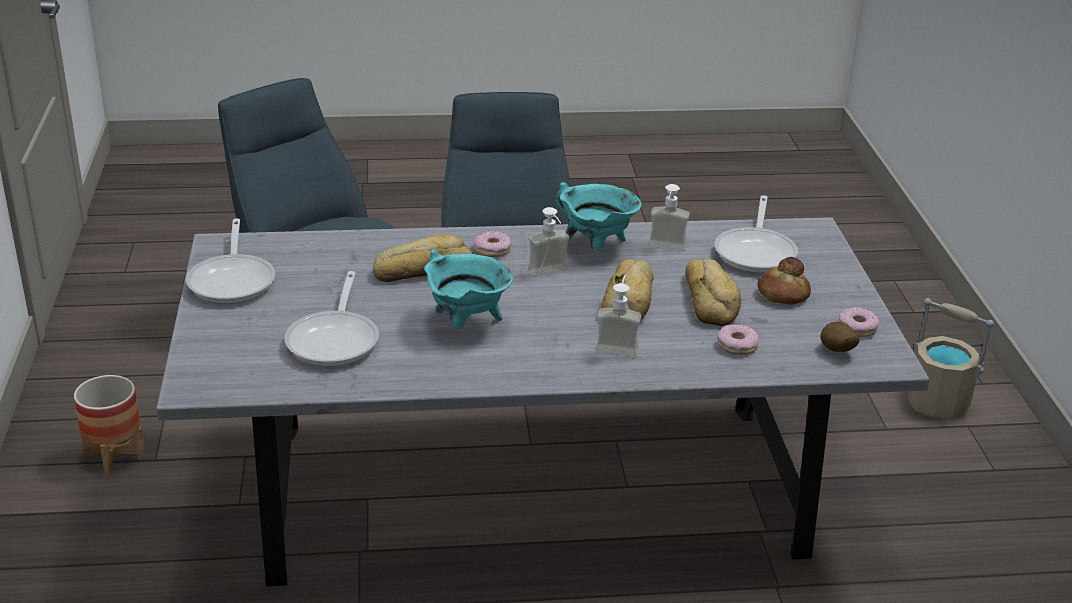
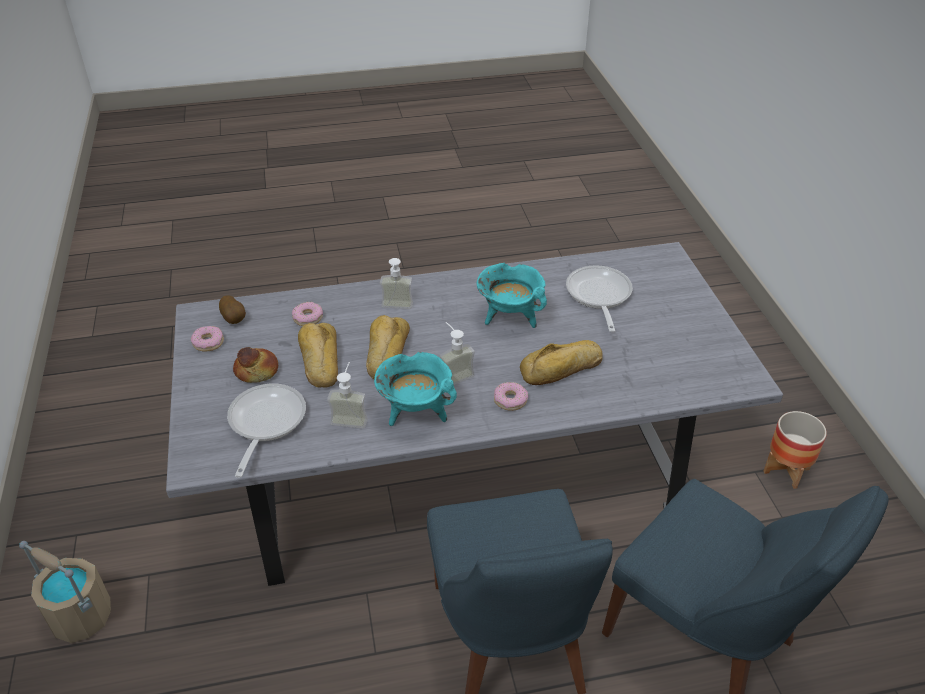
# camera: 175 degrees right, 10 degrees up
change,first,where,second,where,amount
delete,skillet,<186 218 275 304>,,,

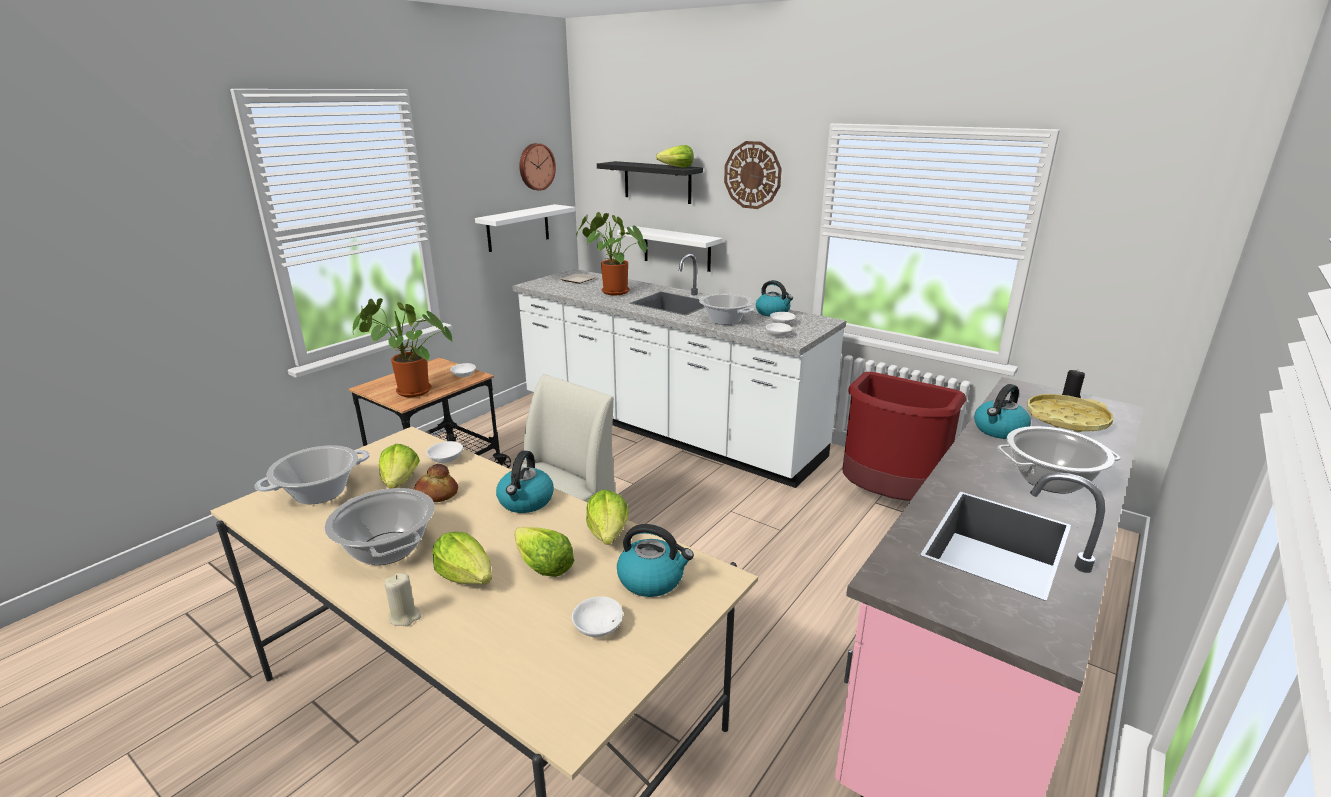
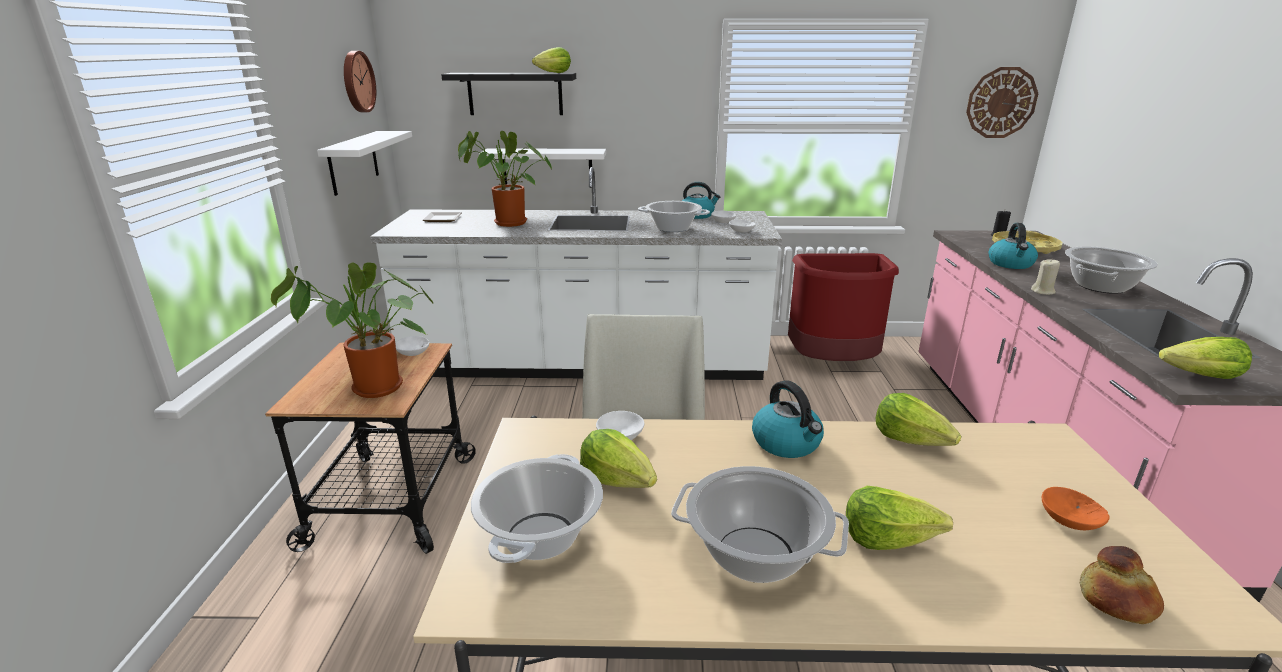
# camera: 35 degrees left, 0 degrees up
change,first,where,second,where,amount
move,wall clock,<724 141 782 209>,,<966 67 1038 138>,
move,sand-coloured wax candle,<385 573 421 626>,,<1031 259 1060 295>,
recolor,whitish serving bowl,<572 596 623 637>,orange-coloured serving bowl,<1042 487 1110 530>,
move,bakery bread,<414 464 458 502>,,<1080 546 1164 624>,
move,lettuce head,<514 527 574 577>,,<1159 337 1252 379>,
delete,water kettle,<617 524 694 597>,,,

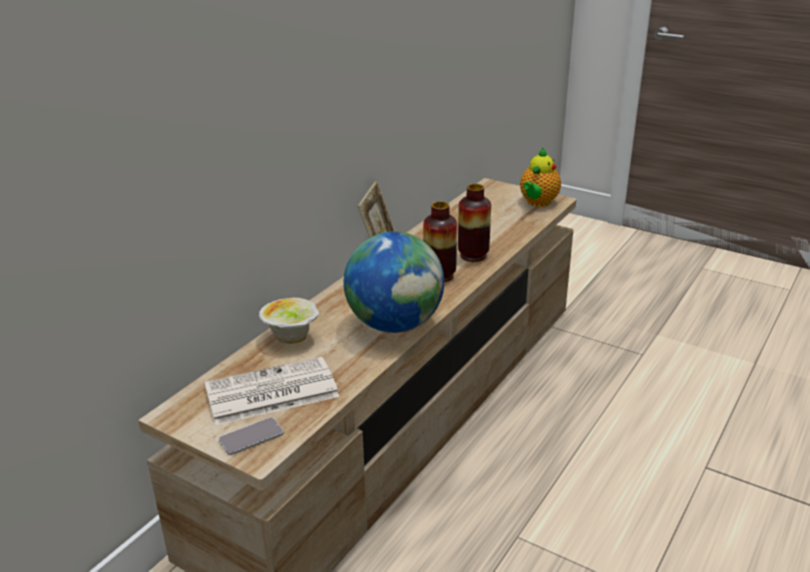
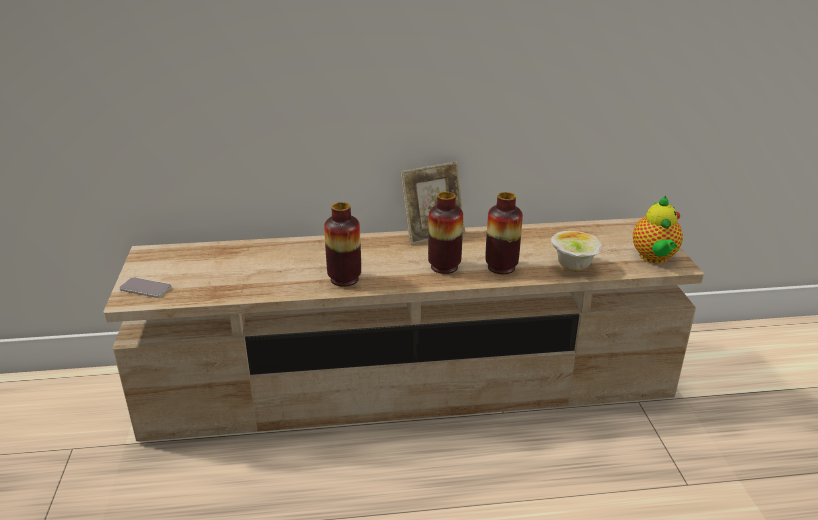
# camera: 50 degrees right, 0 degrees up
change,first,where,second,where,amount
replace,desk globe,<344 231 444 333>,vase,<324 202 361 287>,
move,serving bowl,<259 298 319 344>,,<551 231 602 272>,
rotate,tea pot,<520 147 561 207>,,<633 196 683 264>,75 degrees counterclockwise
delete,newspaper,<205 357 339 425>,,,

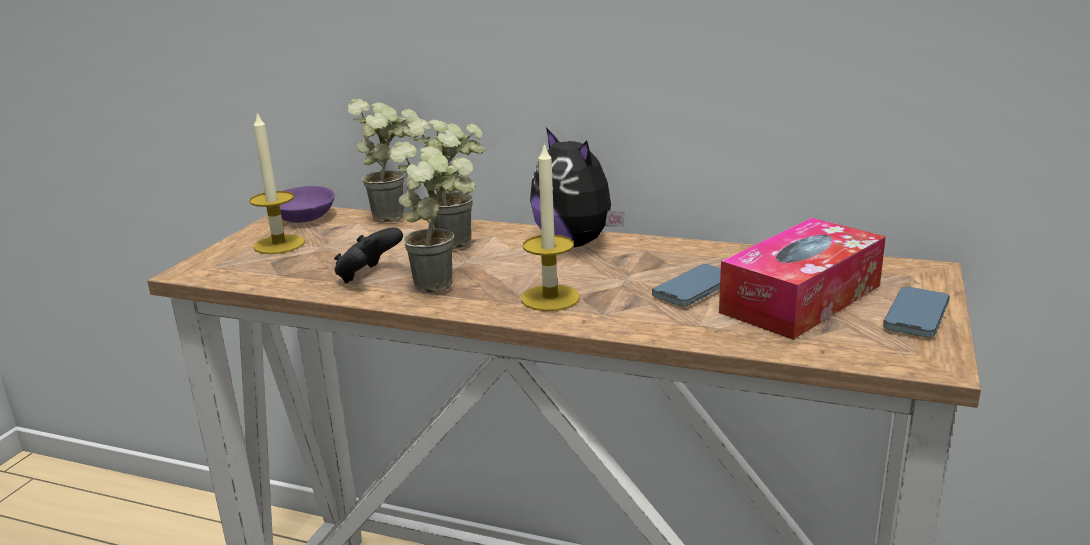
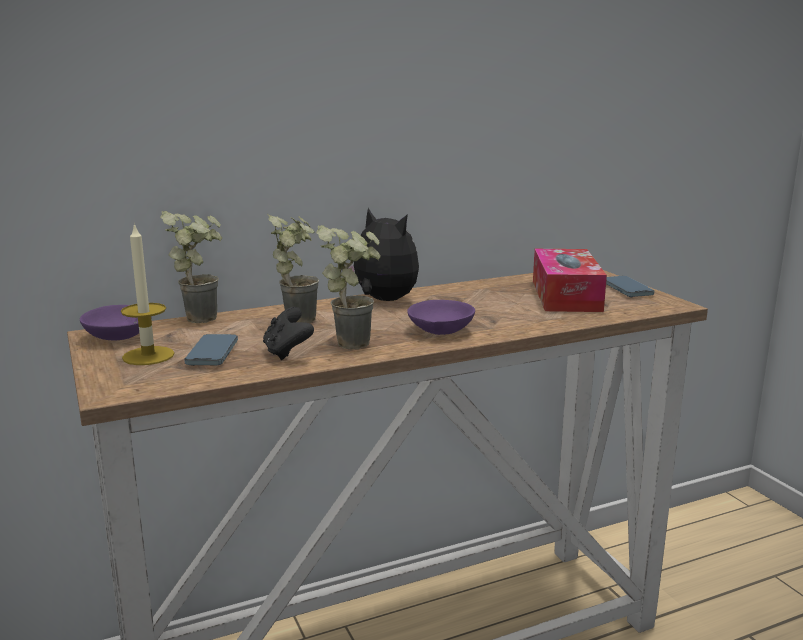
# camera: 45 degrees left, 5 degrees down
change,first,where,second,where,amount
move,handset,<652 264 721 306>,,<184 334 238 366>,
rotate,cuddly toy,<530 127 625 247>,,<344 208 419 301>,150 degrees counterclockwise
replace,wax candle,<521 142 580 311>,purple-coloured serving bowl,<407 300 475 335>,

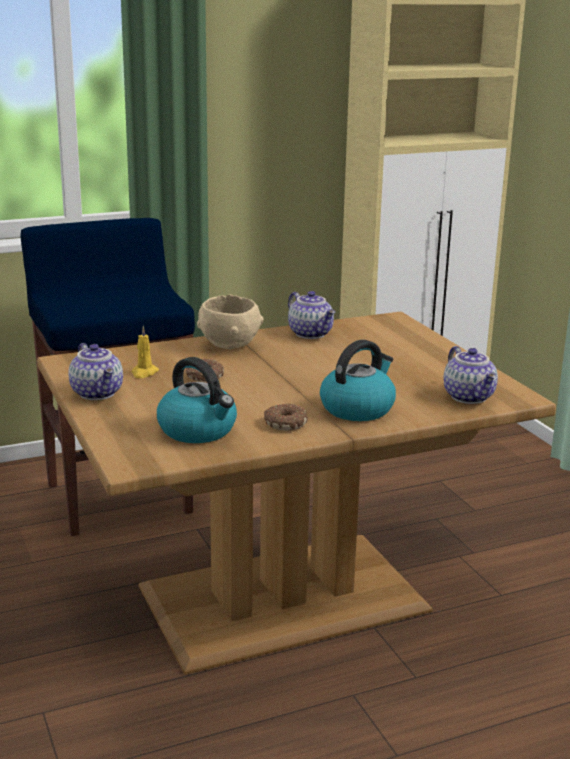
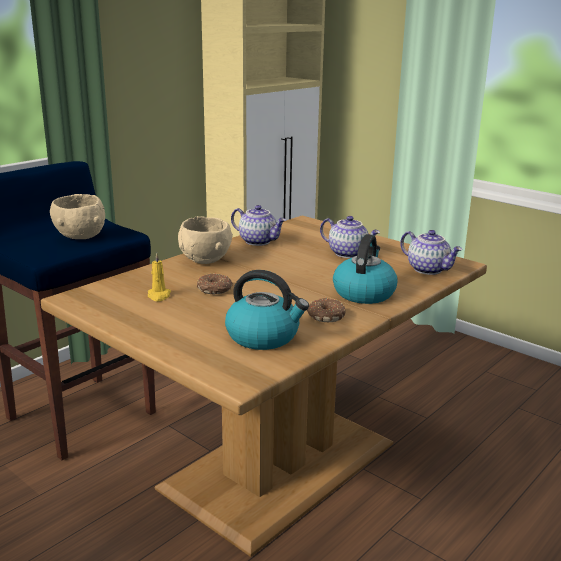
# camera: 25 degrees left, 0 degrees up
change,first,where,second,where,amount
insert,,,sand-coloured serving bowl,<50 194 105 239>,
move,tea pot,<69 343 123 400>,,<320 216 380 258>,

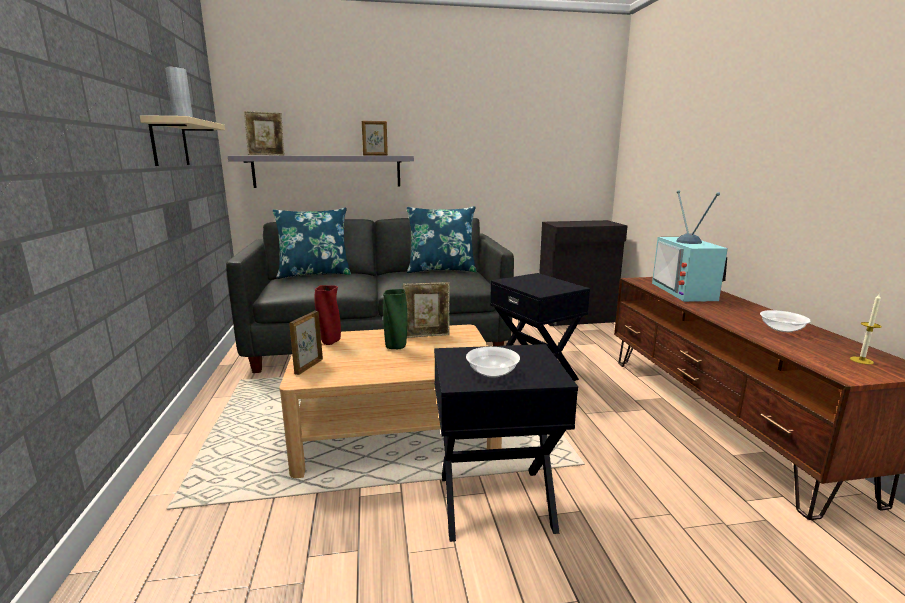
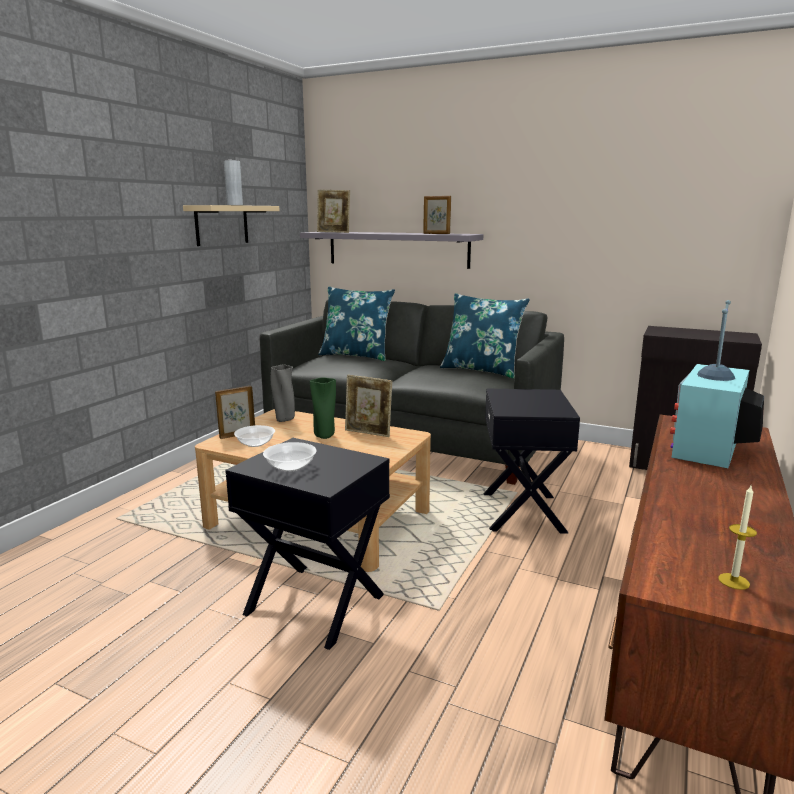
# camera: 35 degrees right, 0 degrees up
change,first,where,second,where,amount
move,serving bowl,<760 310 811 332>,,<234 425 275 447>,
recolor,red-coloured vase,<314 285 341 345>,gray vase,<271 365 295 422>,

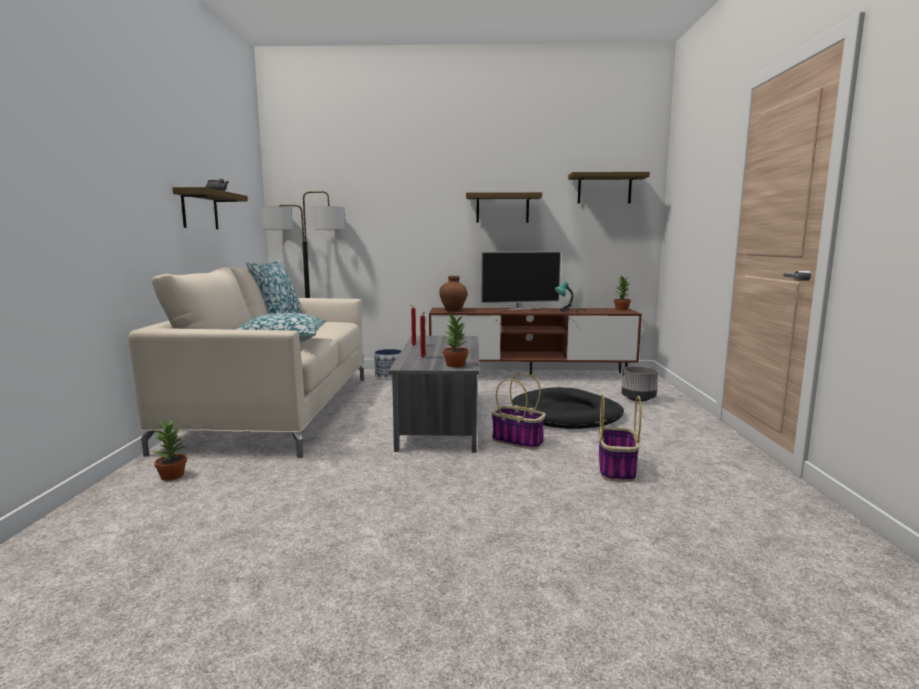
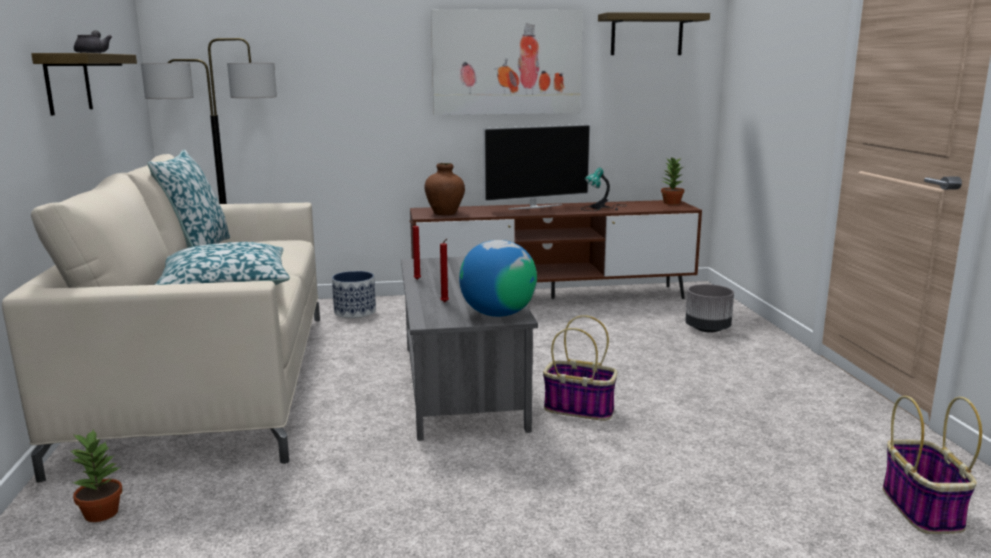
# camera: 10 degrees left, 5 degrees up
change,first,where,second,where,amount
replace,wall shelf,<466 192 542 223>,wall picture,<431 9 583 115>,
replace,plant in a pot,<443 313 468 367>,desk globe,<459 240 537 317>,
move,basket,<599 394 641 482>,,<883 396 982 534>,
delete,black pet bed,<512 387 624 429>,,,

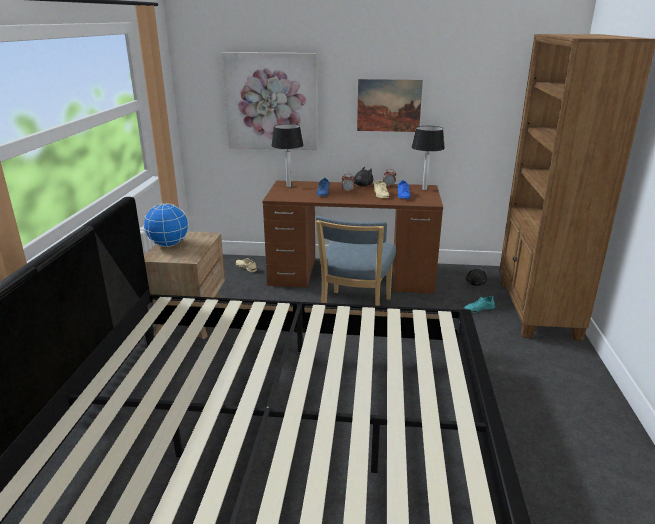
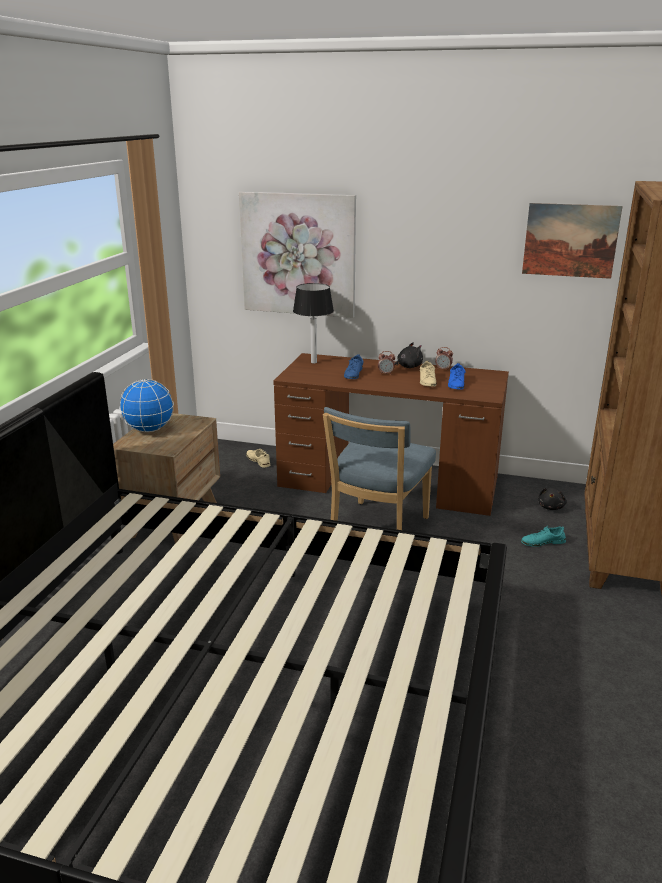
# camera: 10 degrees right, 0 degrees up
change,first,where,second,where,amount
move,wall picture,<357 79 423 132>,,<522 203 623 279>,
delete,tabletop lamp,<412 126 445 190>,,,

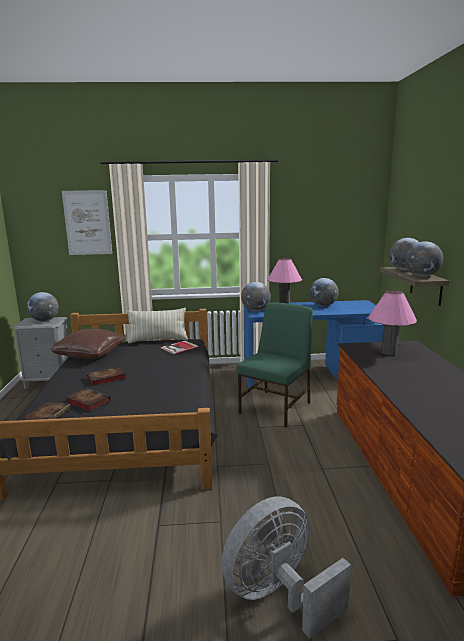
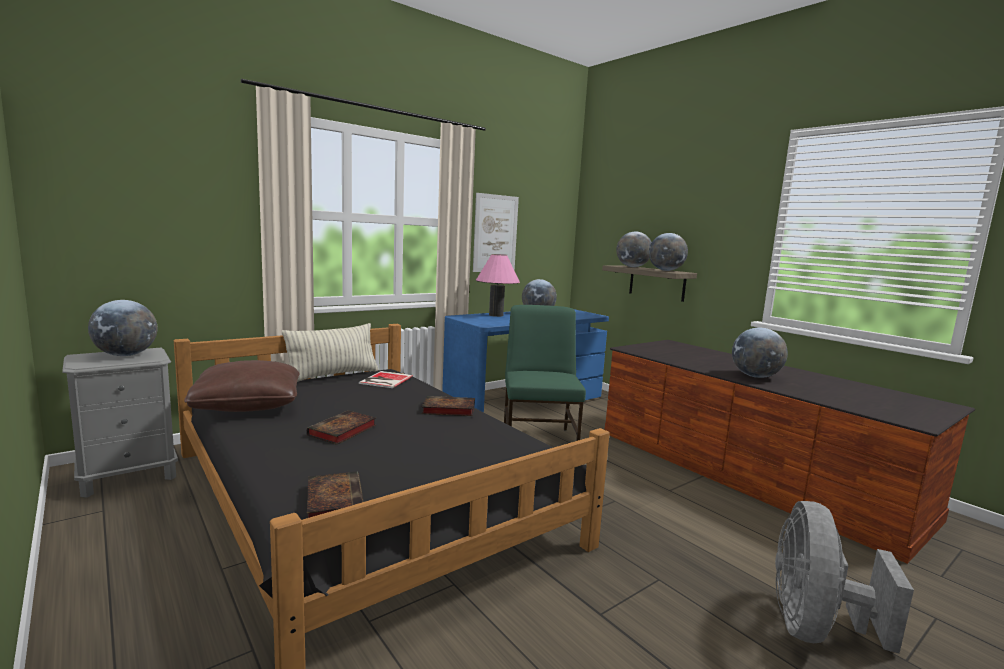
# camera: 35 degrees left, 5 degrees down
change,first,where,second,where,amount
move,volume,<65 388 110 411>,,<422 396 475 416>,
move,wall picture,<62 190 112 255>,,<473 193 519 272>,
move,desk globe,<241 282 271 311>,,<732 328 788 378>,
delete,pink tabletop lamp,<368 291 417 356>,,,

